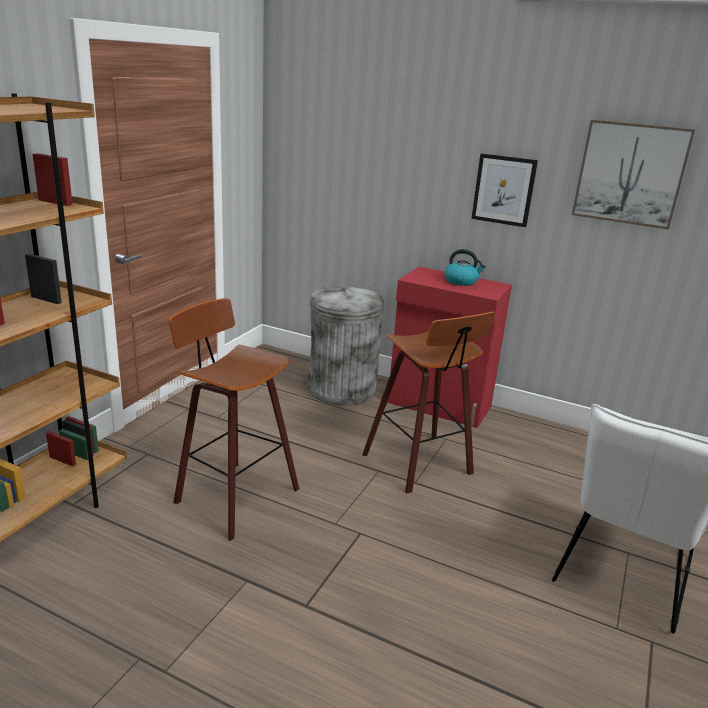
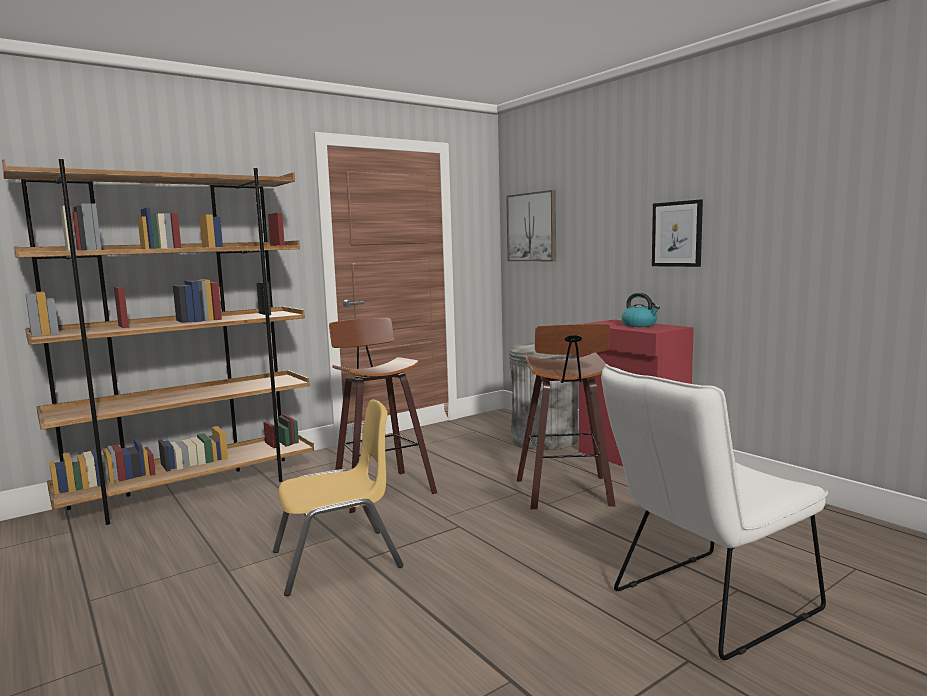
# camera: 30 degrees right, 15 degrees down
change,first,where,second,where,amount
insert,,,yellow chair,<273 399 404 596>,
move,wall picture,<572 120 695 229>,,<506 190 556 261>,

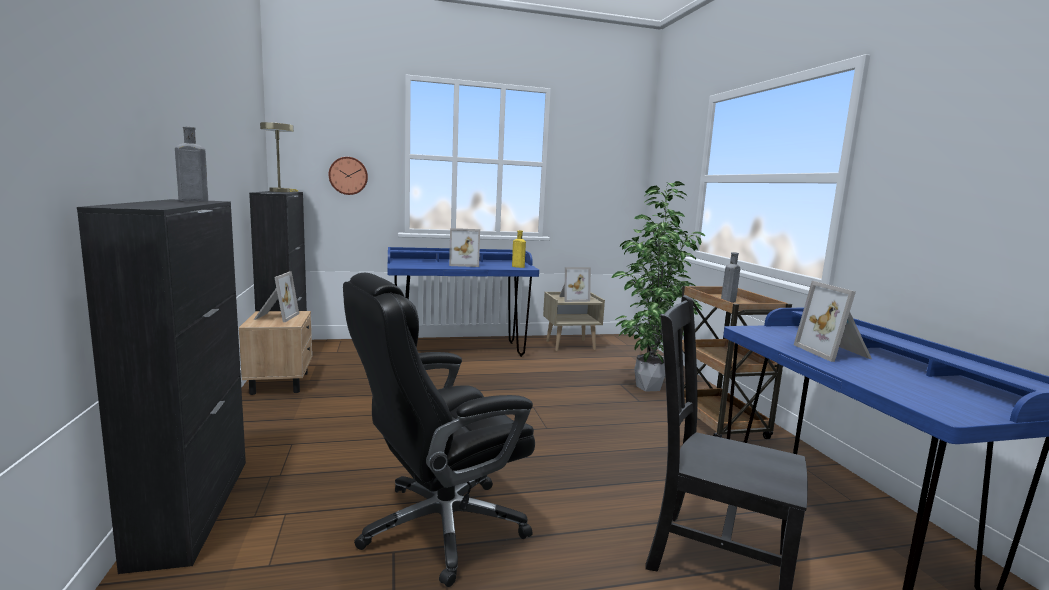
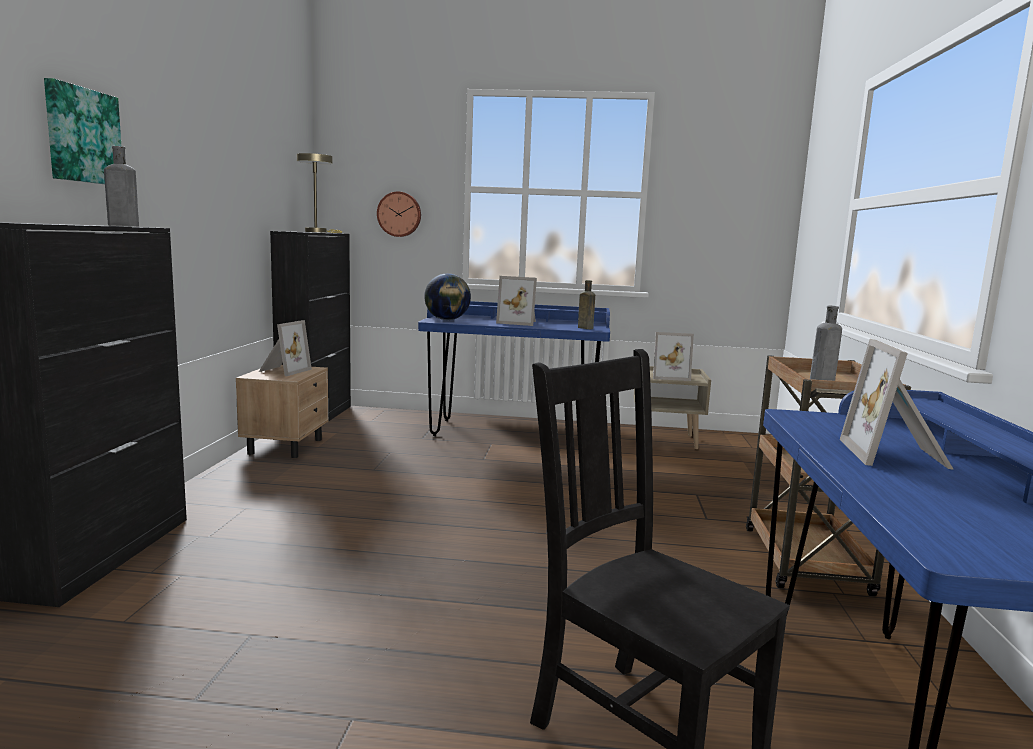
# camera: 20 degrees right, 0 degrees up
change,first,where,second,where,amount
insert,,,wall picture,<44 78 121 184>,
insert,,,desk globe,<424 273 471 320>,
recolor,yellow beverage bottle,<512 231 526 268>,brownish beverage bottle,<578 280 595 329>,
delete,black computer chair,<343 273 535 587>,,,
delete,plant in a pot,<612 181 705 392>,,,

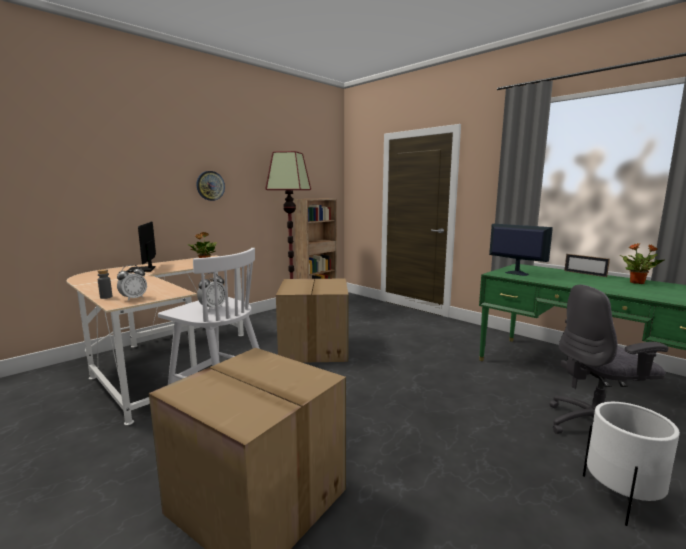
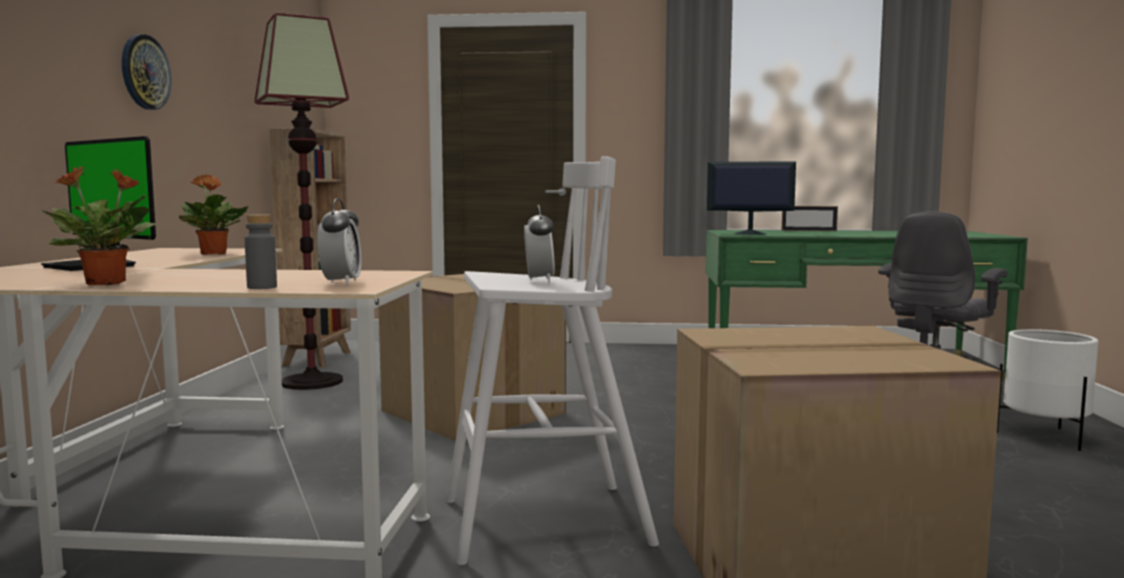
# camera: 40 degrees left, 5 degrees down
change,first,where,second,where,amount
move,plant in a pot,<619 243 664 284>,,<42 166 156 285>,

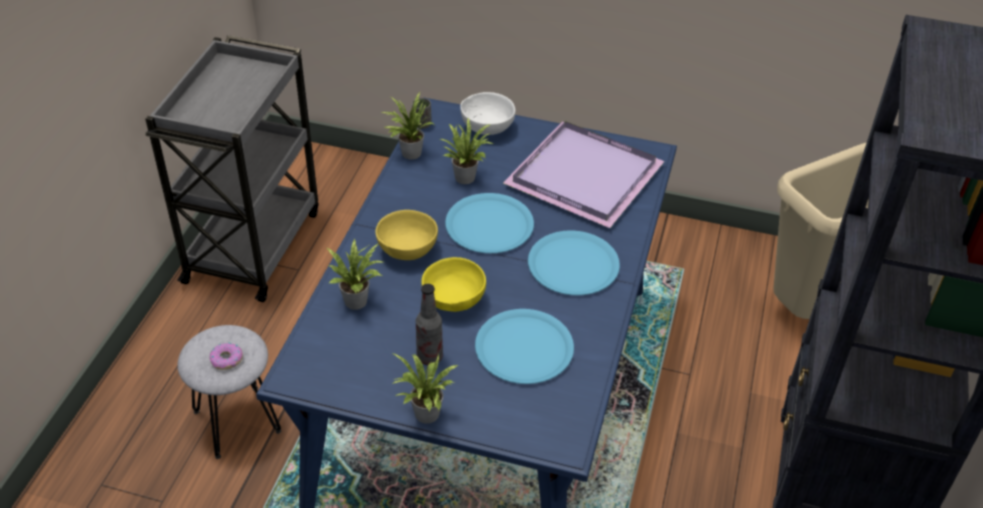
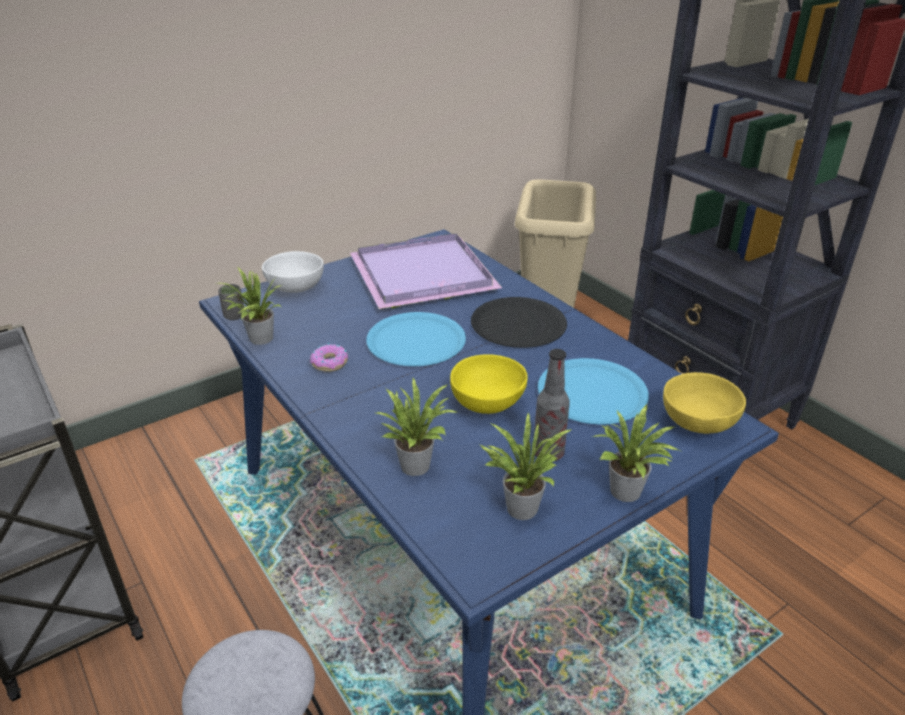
# camera: 50 degrees left, 10 degrees down
change,first,where,second,where,amount
move,ring doughnut,<209 342 243 370>,,<310 343 348 372>,
recolor,blue-coloured flat dish,<528 230 620 295>,black flat dish,<471 297 567 348>,
move,plant in a pot,<440 118 493 184>,,<480 413 572 520>,
move,yellow serving bowl,<375 210 438 260>,,<663 372 746 434>,

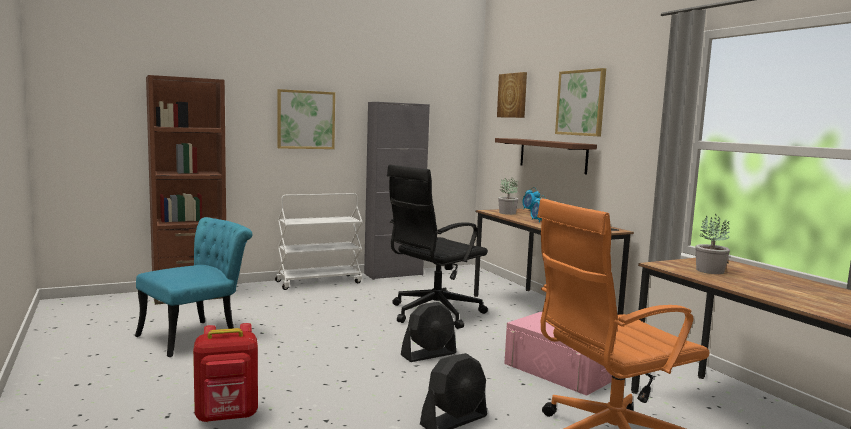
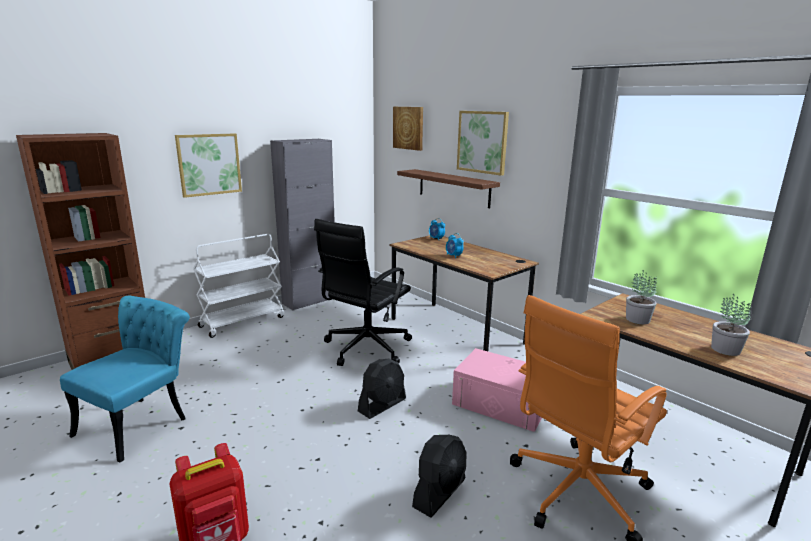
# camera: 15 degrees left, 10 degrees up
change,first,where,second,where,amount
move,plant in a pot,<498 177 518 215>,,<711 294 751 356>,

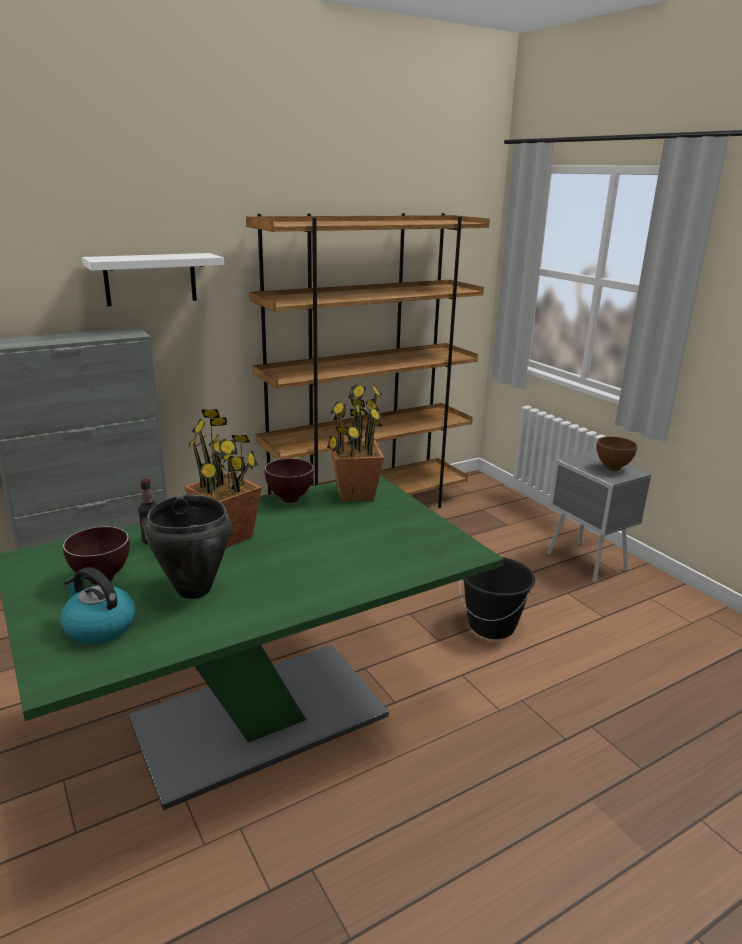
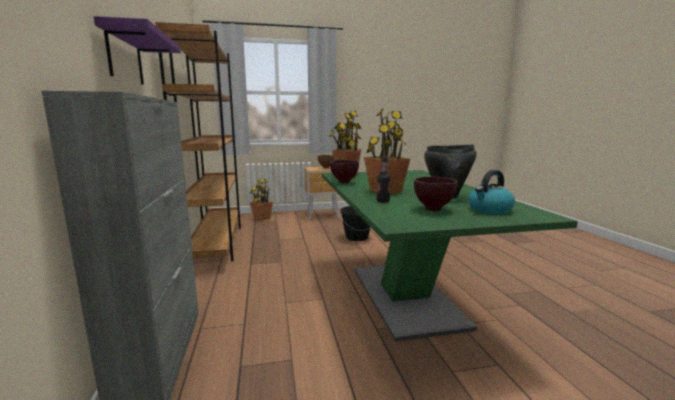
# camera: 70 degrees left, 10 degrees down
change,first,where,second,where,amount
recolor,whitish wall shelf,<82 253 224 306>,purple-coloured wall shelf,<94 16 181 85>,
insert,,,plant in a pot,<249 179 273 221>,
recolor,gray night table,<547 450 651 583>,brownish night table,<305 167 339 219>,

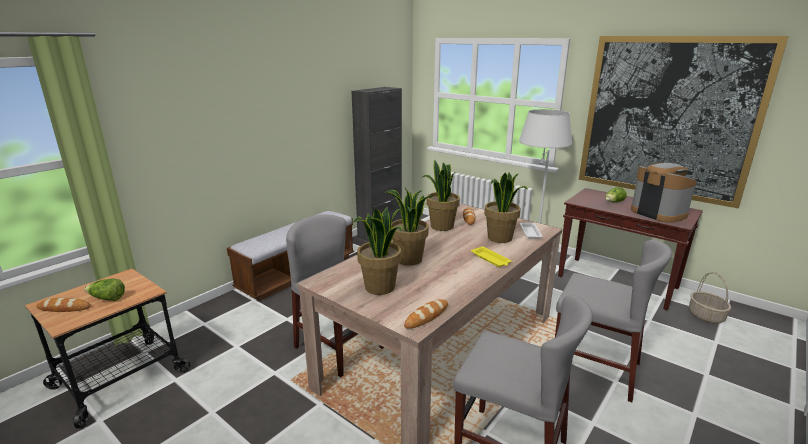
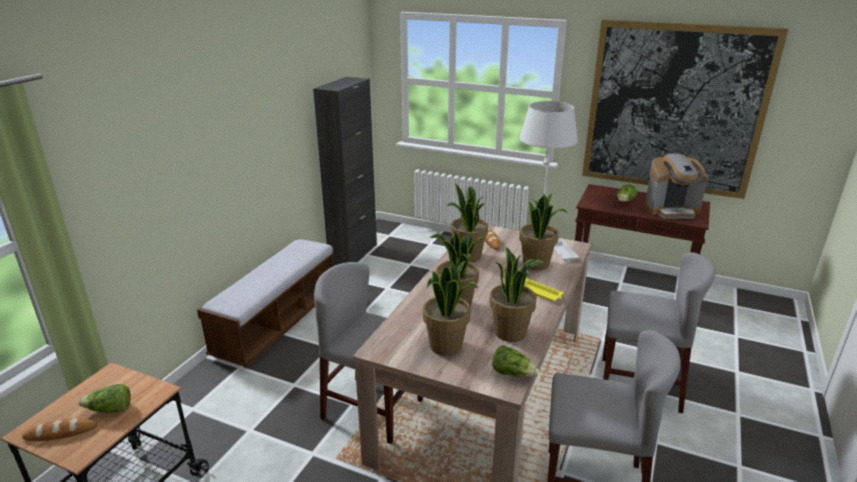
# camera: 15 degrees left, 5 degrees up
change,first,where,second,where,amount
insert,,,plant in a pot,<489 247 544 342>,
replace,bakery bread,<404 299 448 329>,lettuce head,<492 345 539 377>,
rotate,coffee brewer,<631 163 697 223>,,<644 153 708 219>,135 degrees clockwise
delete,basket,<689 272 731 324>,,,

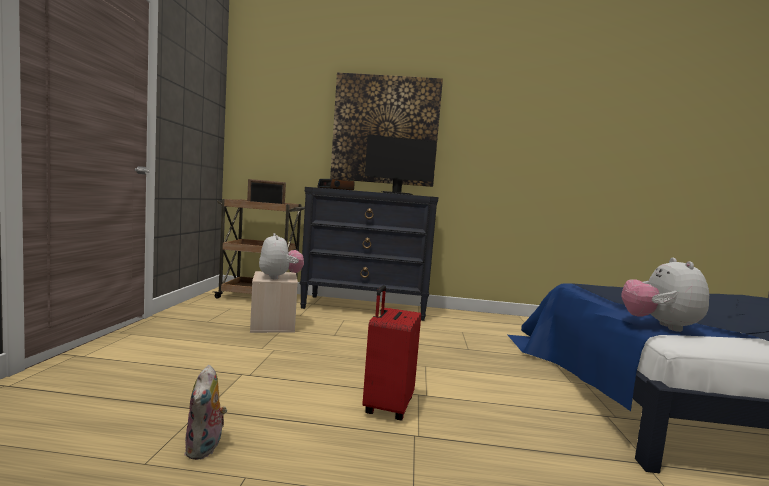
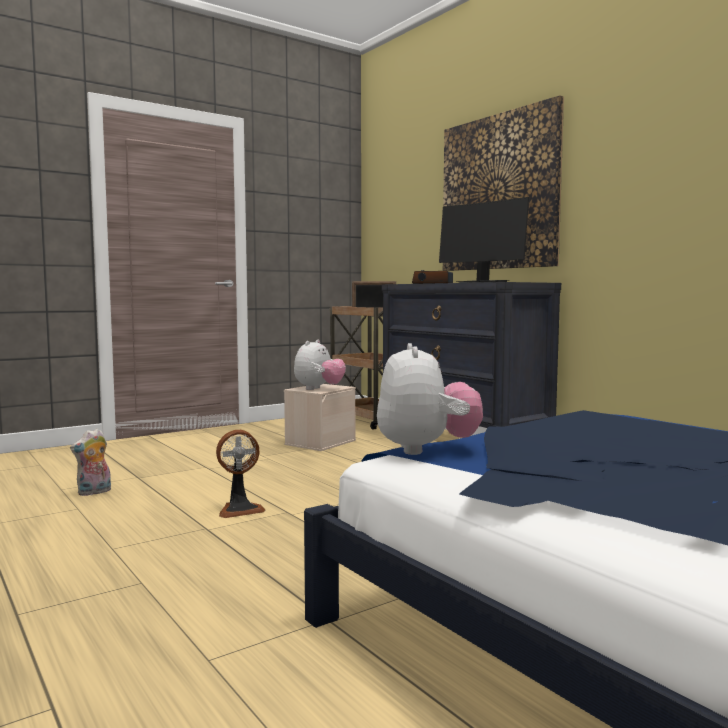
# camera: 50 degrees right, 0 degrees up
change,first,where,second,where,amount
replace,red-coloured suitcase,<363 285 421 420>,fan,<216 430 265 518>,
rotate,cuddly toy,<621 258 709 332>,,<377 343 483 455>,120 degrees clockwise

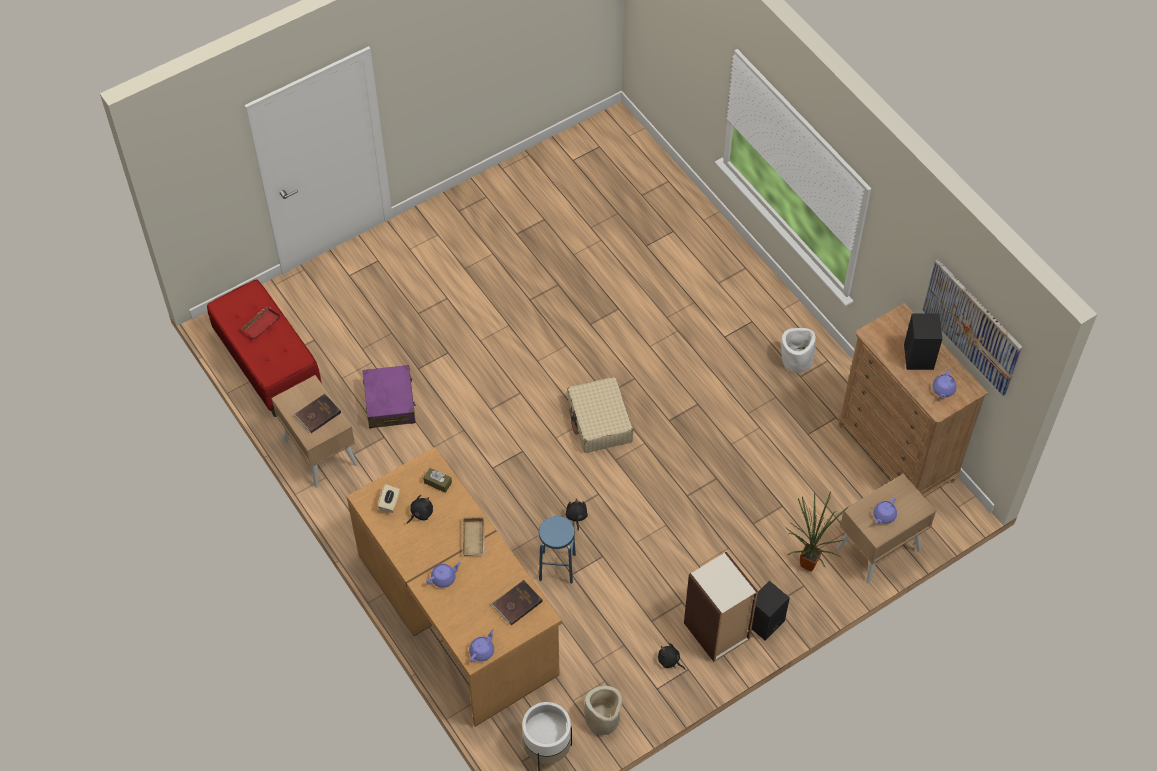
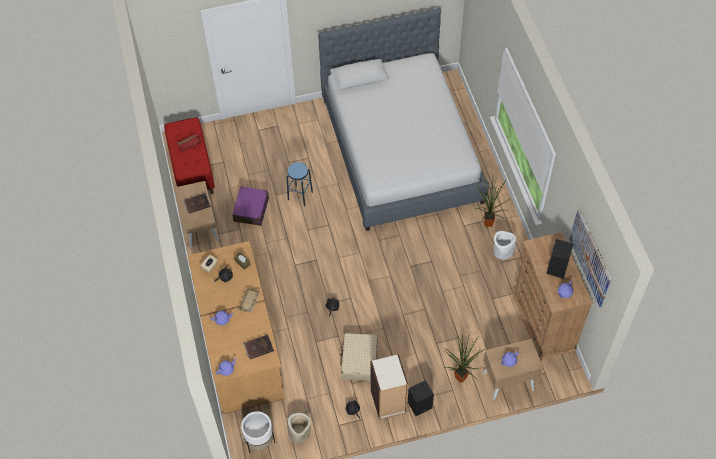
# camera: 20 degrees right, 0 degrees up
change,first,where,second,where,amount
move,blue-coloured sitting stool,<539 516 576 584>,,<287 162 313 206>,
insert,,,bedroom bed,<318 8 489 231>,
move,sand-coloured suitcase,<567 377 634 453>,,<340 333 378 381>,
insert,,,plant in a pot,<476 177 511 227>,

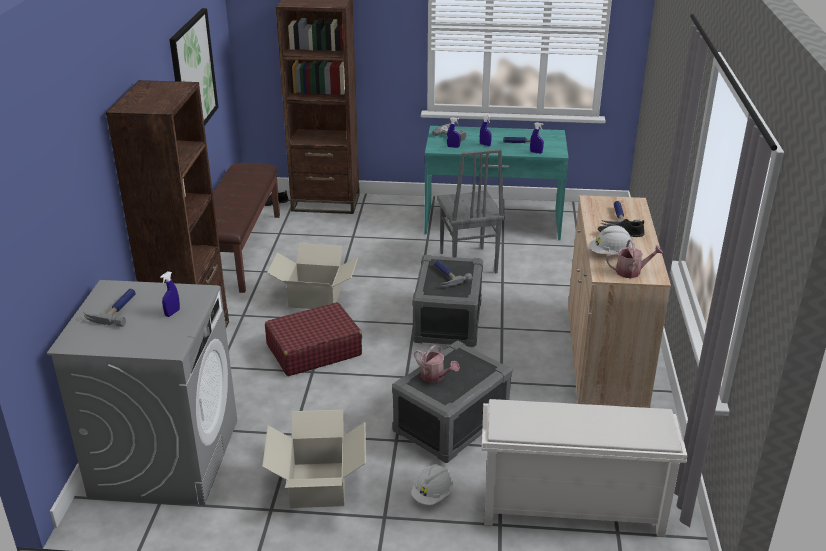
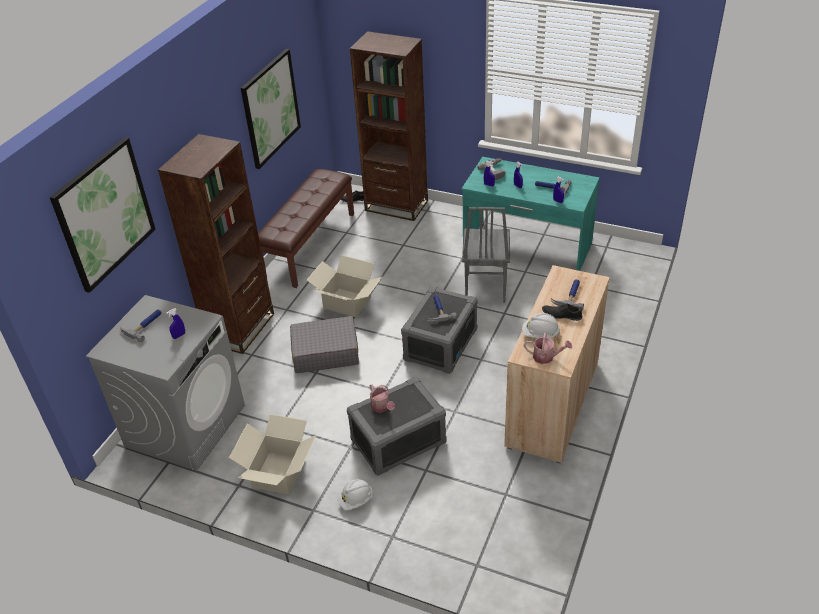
# camera: 20 degrees right, 10 degrees up
change,first,where,second,where,amount
insert,,,wall picture,<50 137 156 293>,
recolor,red-coloured suitcase,<265 302 362 376>,gray suitcase,<290 316 359 373>,
delete,whitish shoe stand,<482 399 687 537>,,,

